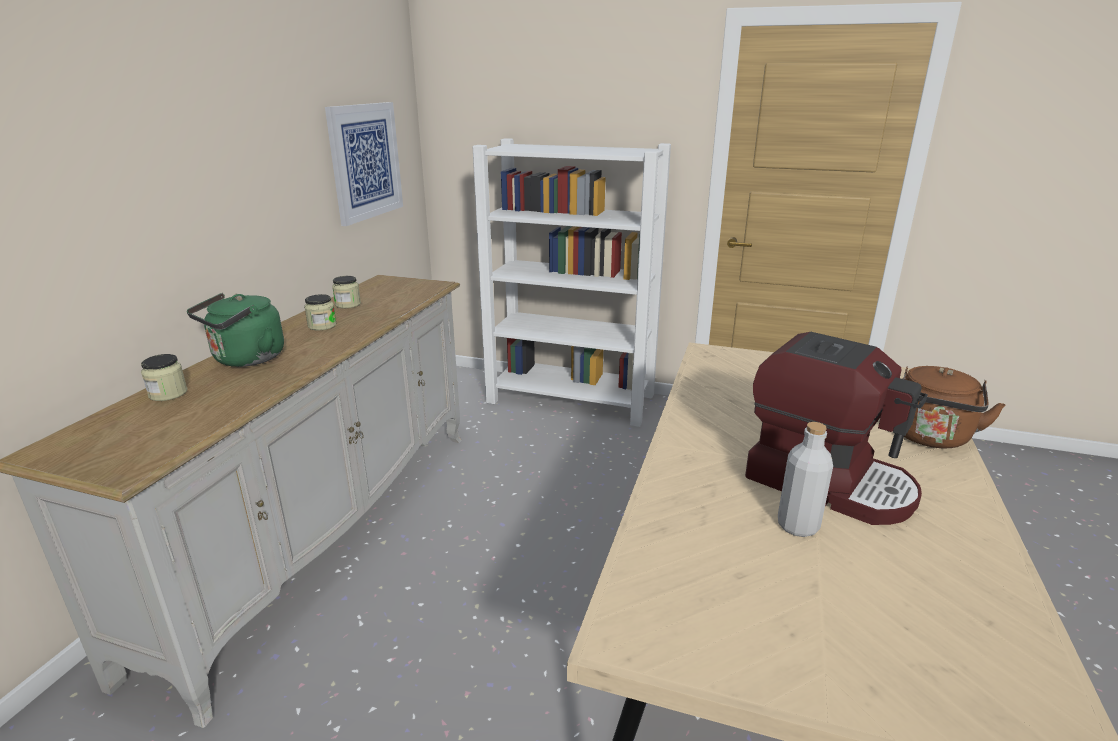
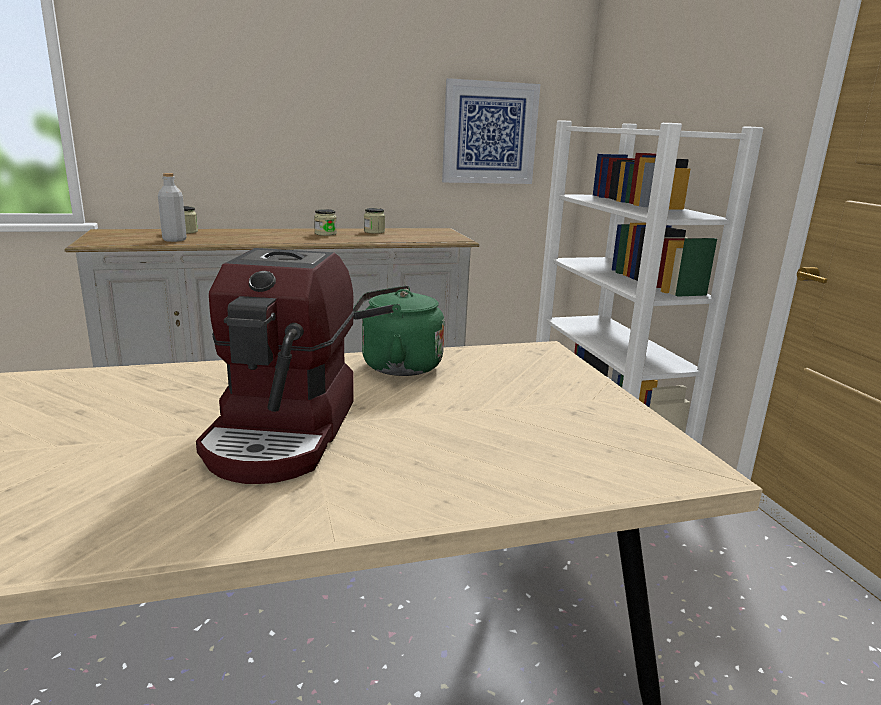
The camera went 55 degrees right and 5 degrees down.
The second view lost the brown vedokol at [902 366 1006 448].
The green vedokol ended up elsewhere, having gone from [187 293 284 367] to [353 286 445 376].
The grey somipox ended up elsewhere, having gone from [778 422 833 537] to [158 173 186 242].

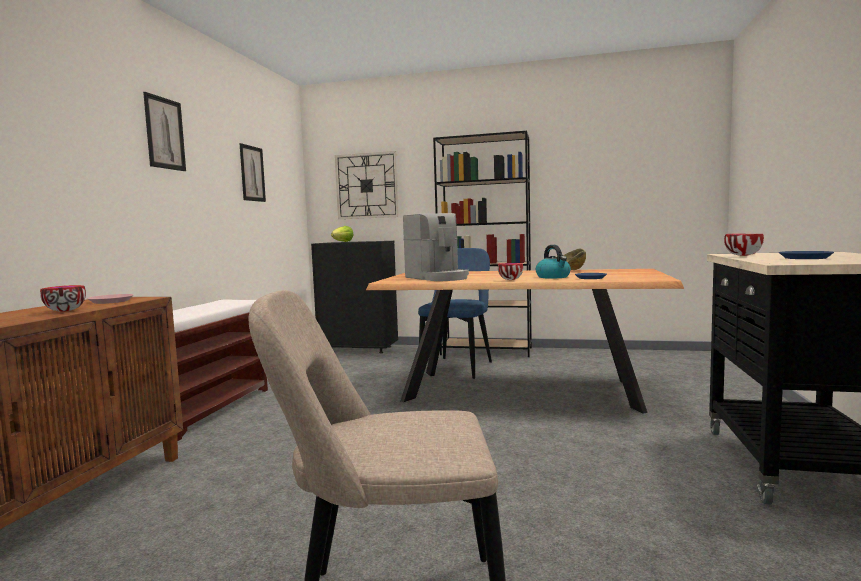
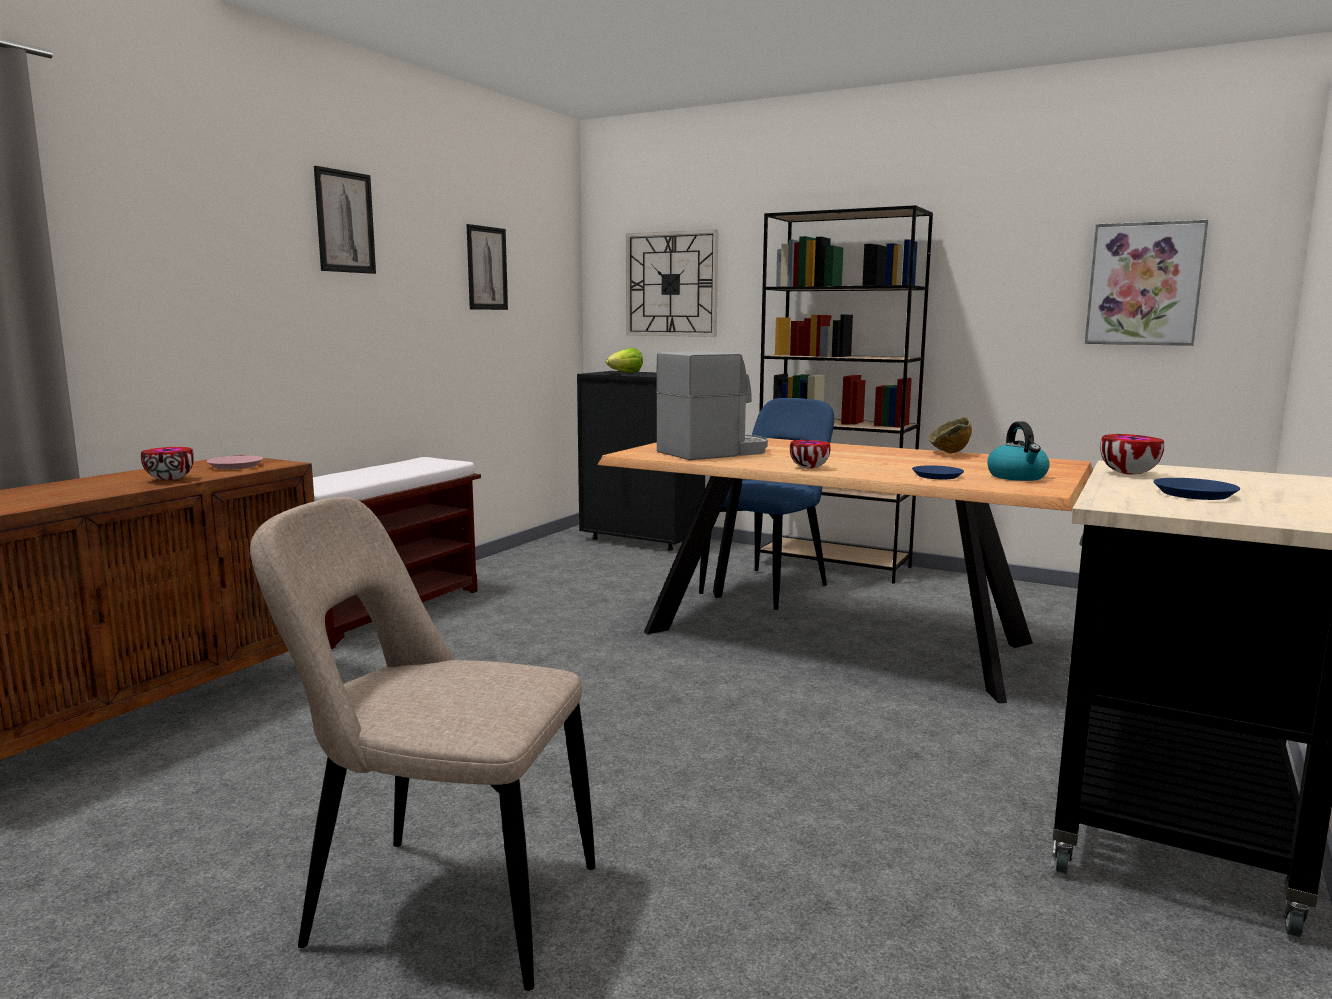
The camera went 15 degrees right and 5 degrees up.
The second view gained the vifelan at [1085 220 1208 346].
The vedokol ended up elsewhere, having gone from [536 245 571 279] to [987 421 1050 481].
The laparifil at [403 213 469 281] ended up facing another way, 105 degrees counterclockwise from before.

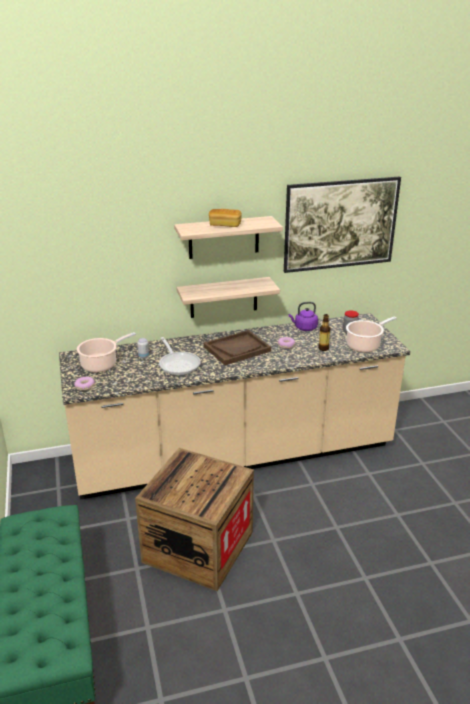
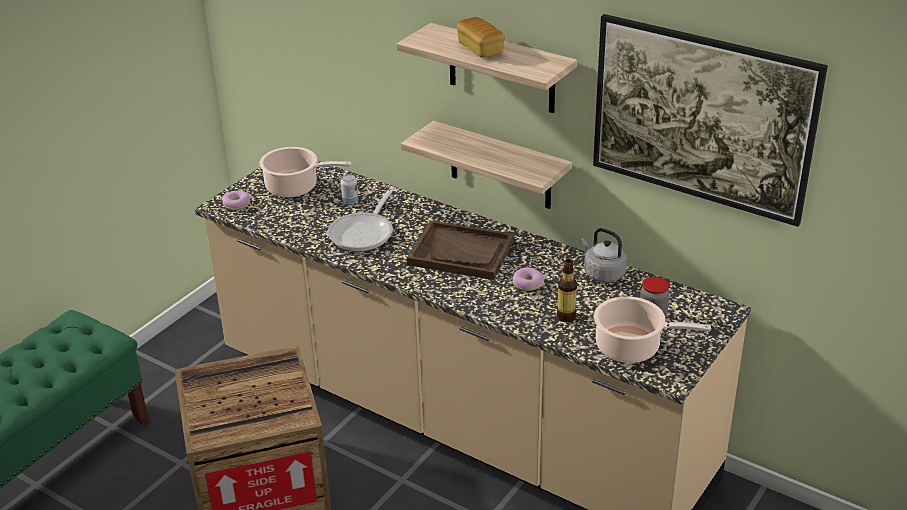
The camera went 50 degrees right and 5 degrees up.
What was the purple vedokol at [289 302 318 331] turned into the grey vedokol at [580 228 627 283].

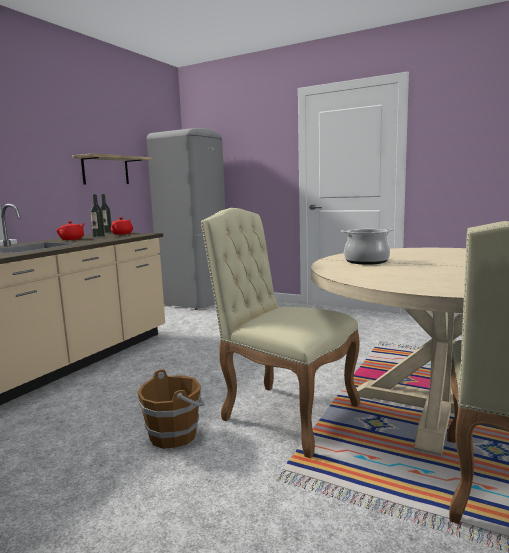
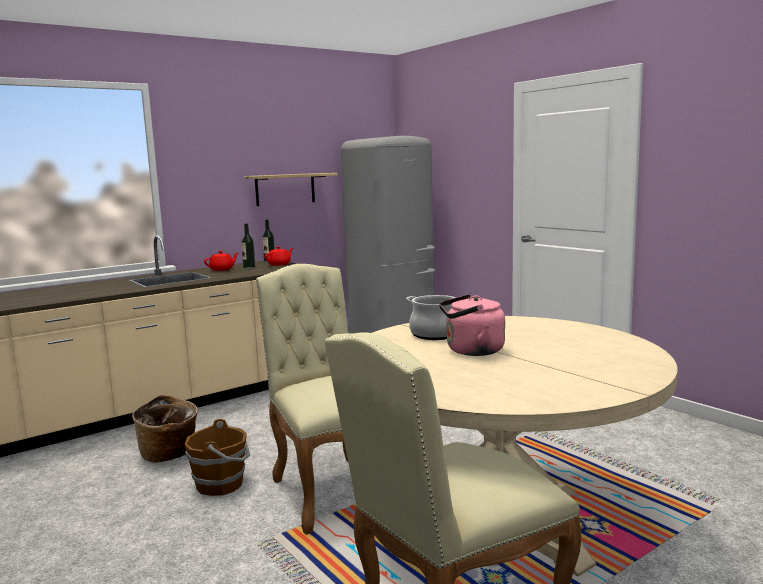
The camera went 25 degrees right and 0 degrees up.
The second view gained the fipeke at [132 395 198 463].
The second view gained the pink vedokol at [439 294 505 356].

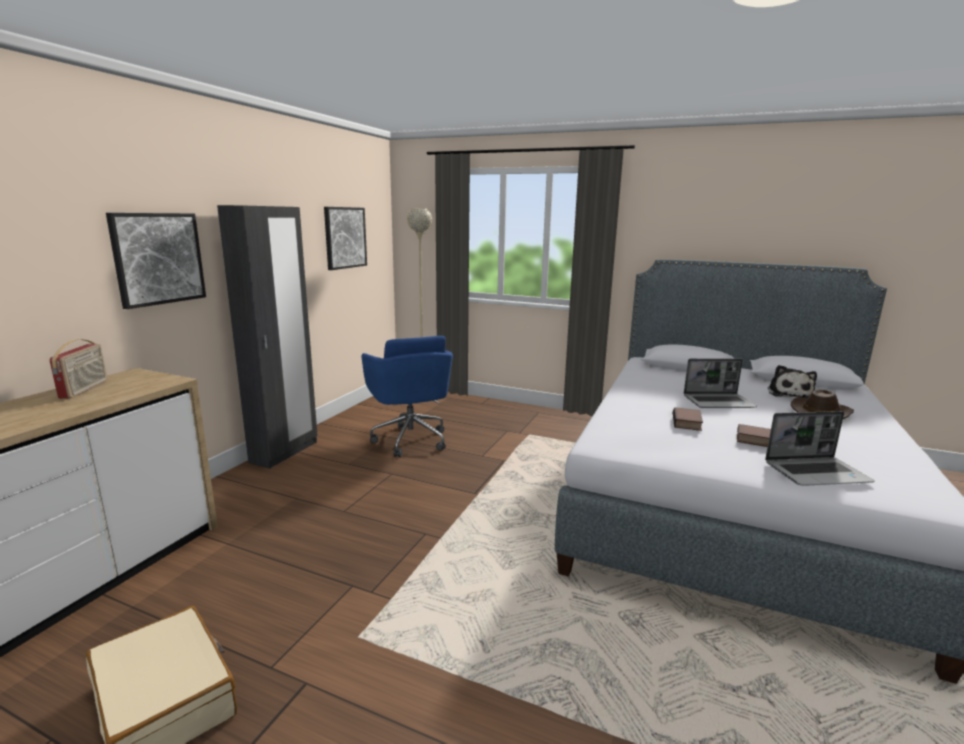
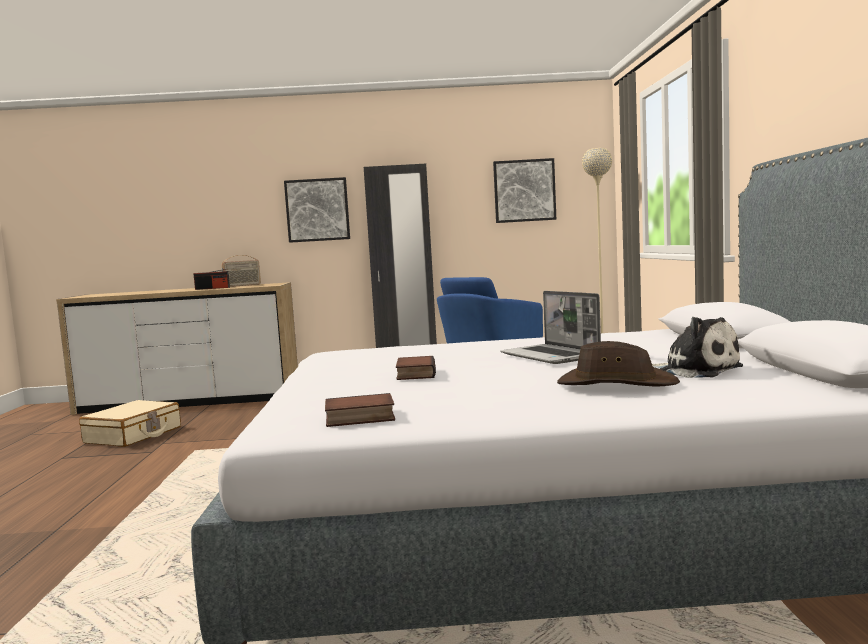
The camera went 65 degrees right and 10 degrees down.
The second view lost the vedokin at [765 411 874 486].
The second view gained the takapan at [193 269 230 290].
The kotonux ended up elsewhere, having gone from [673 407 703 431] to [325 393 395 427].
The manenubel at [768 365 817 398] ended up facing another way, 120 degrees counterclockwise from before.

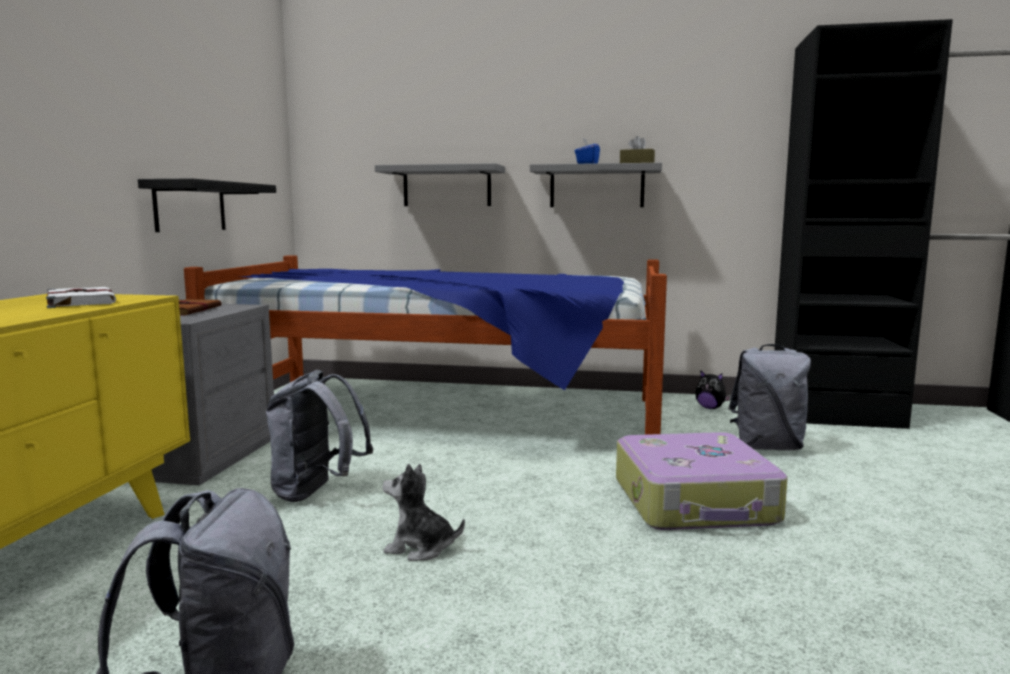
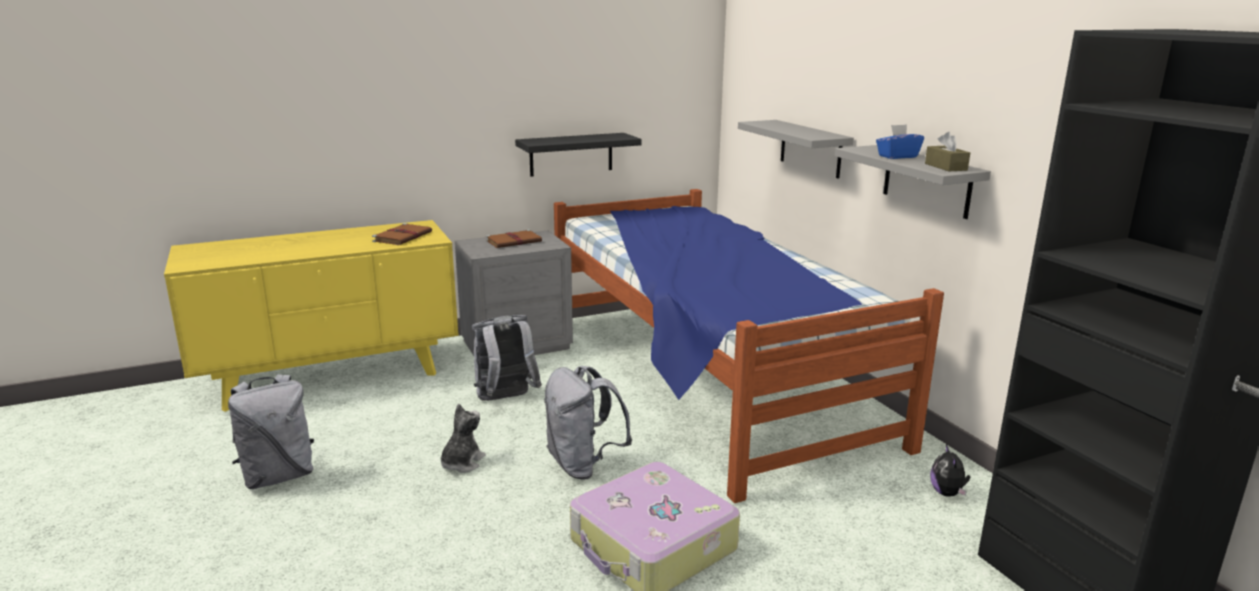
The camera went 55 degrees right and 10 degrees up.
The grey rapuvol ended up elsewhere, having gone from [728 344 811 450] to [544 366 632 480].
What was the white kotonux at [46 287 116 308] turned into the brown kotonux at [372 223 432 245].
The manenubel at [382 464 465 561] ended up facing another way, 45 degrees clockwise from before.

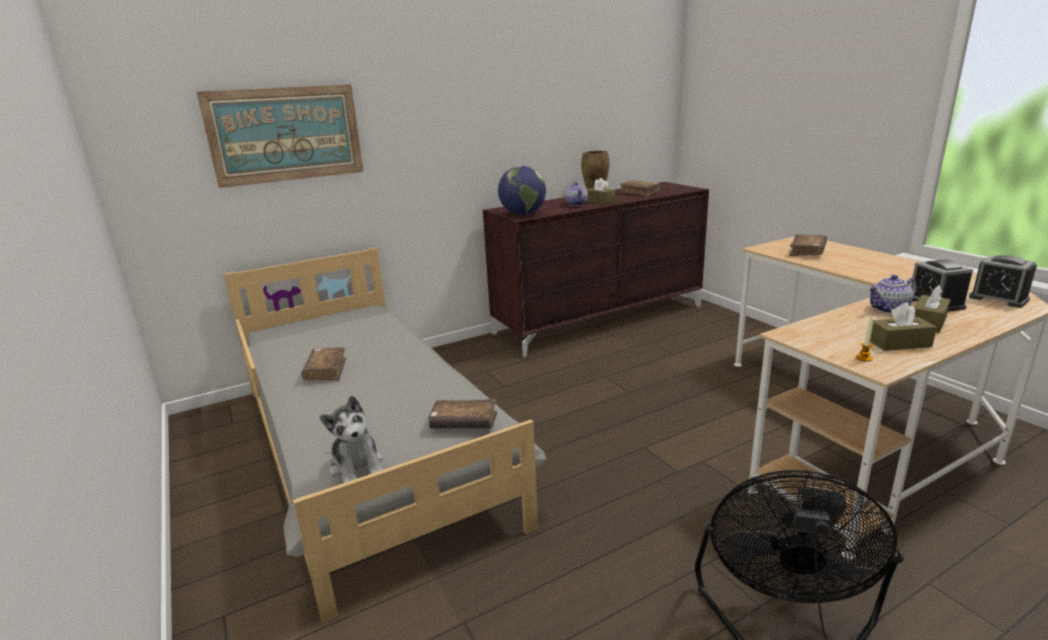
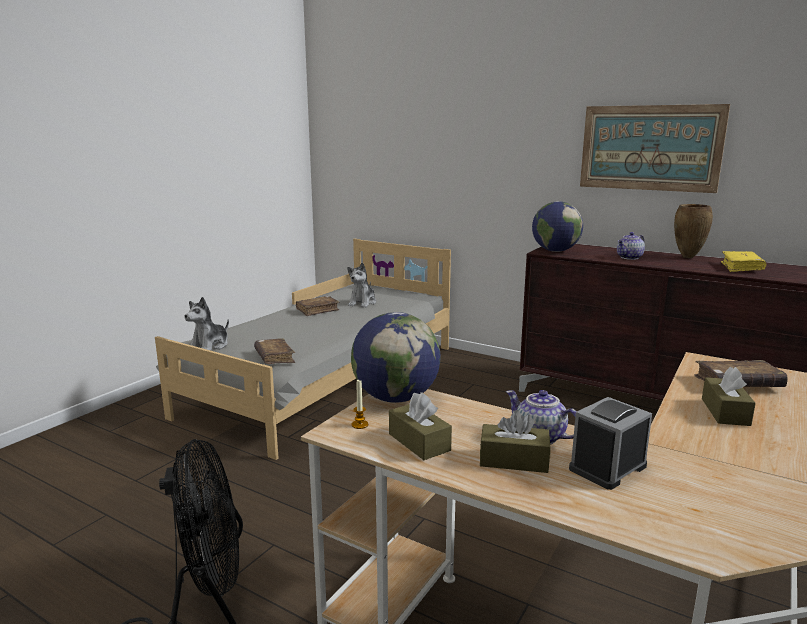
The camera went 60 degrees right and 5 degrees down.
The second view lost the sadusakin at [969 255 1037 308].
The second view gained the manenubel at [347 262 376 308].
The second view gained the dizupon at [351 312 441 403].
The vifelan ended up elsewhere, having gone from [197 84 364 188] to [580 104 730 193].
The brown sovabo ended up elsewhere, having gone from [586 178 615 204] to [702 367 756 426].
What was the brown kotonux at [619 180 661 196] turned into the yellow kotonux at [721 251 766 272].

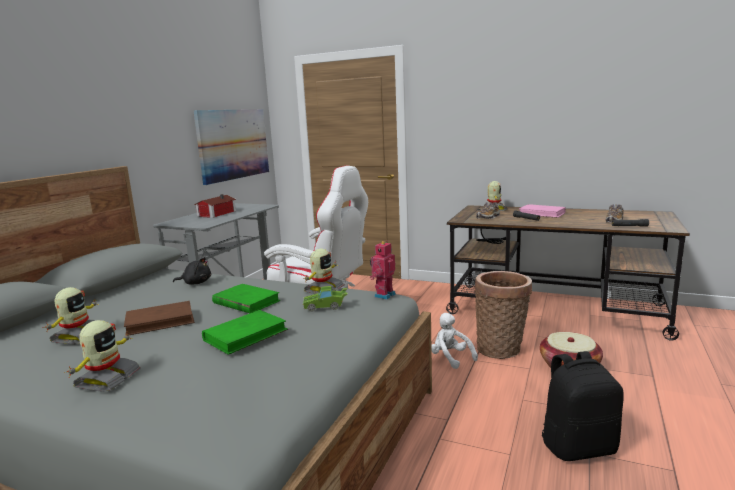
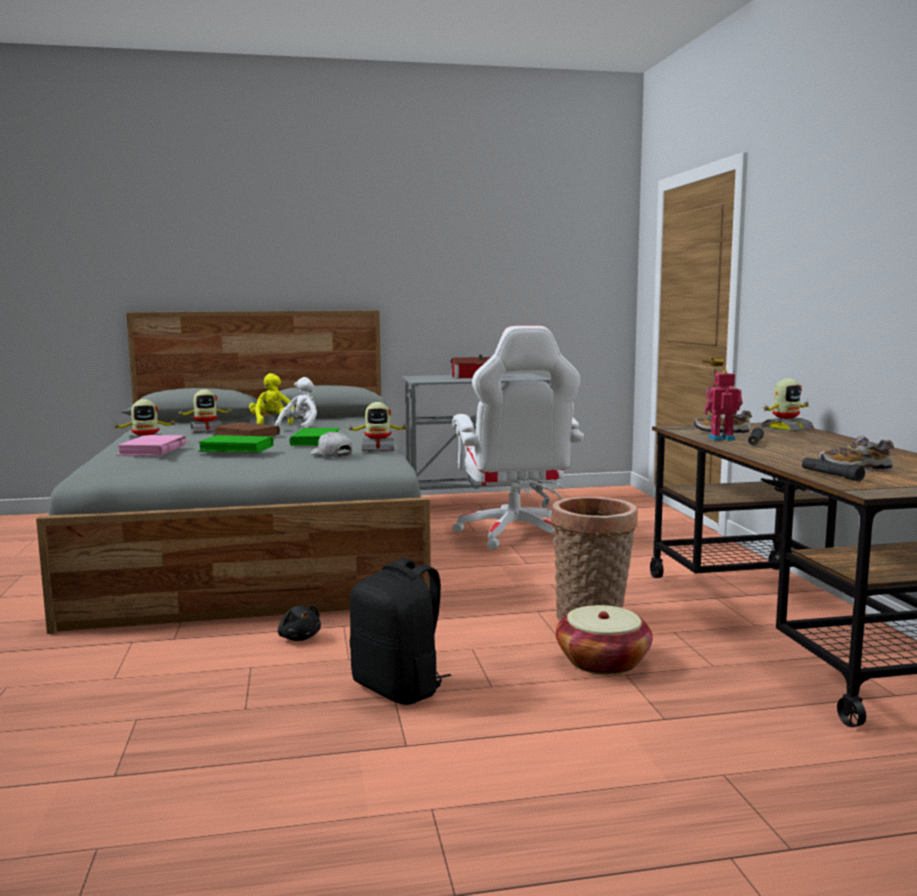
The camera went 55 degrees right and 5 degrees down.
The second view lost the vifelan at [193 109 269 185].
The second view gained the yellow manenubel at [249 373 295 425].
The black manenubel ended up elsewhere, having gone from [173 257 211 285] to [278 605 321 641].
The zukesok ended up elsewhere, having gone from [370 241 396 300] to [704 370 743 441].
The white manenubel ended up elsewhere, having gone from [431 313 478 369] to [275 377 317 429].
The pink kotonux ended up elsewhere, having gone from [519 204 566 218] to [116 435 186 456].
Where the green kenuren stood at [303 286 348 312], the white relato came to stand at [310 431 352 457].

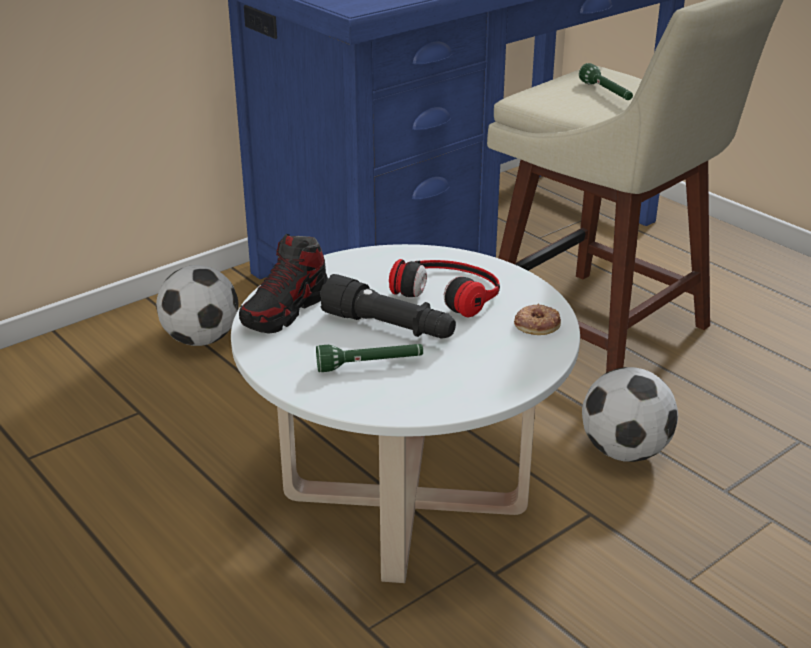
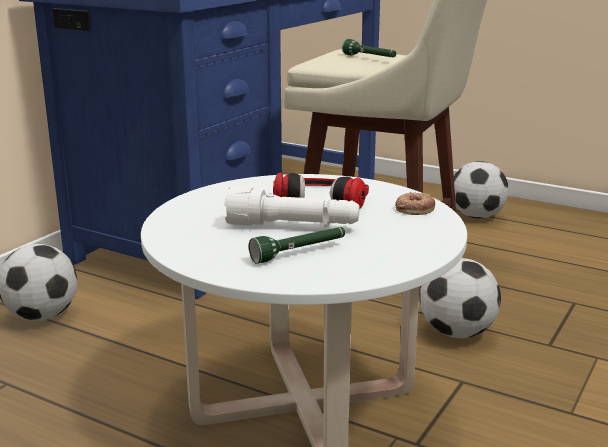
The camera went 20 degrees left and 10 degrees down.
The second view lost the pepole at [239 234 328 334].
The second view gained the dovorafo at [454 161 509 219].
What was the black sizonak at [320 274 456 339] turned into the white sizonak at [225 187 360 227].

